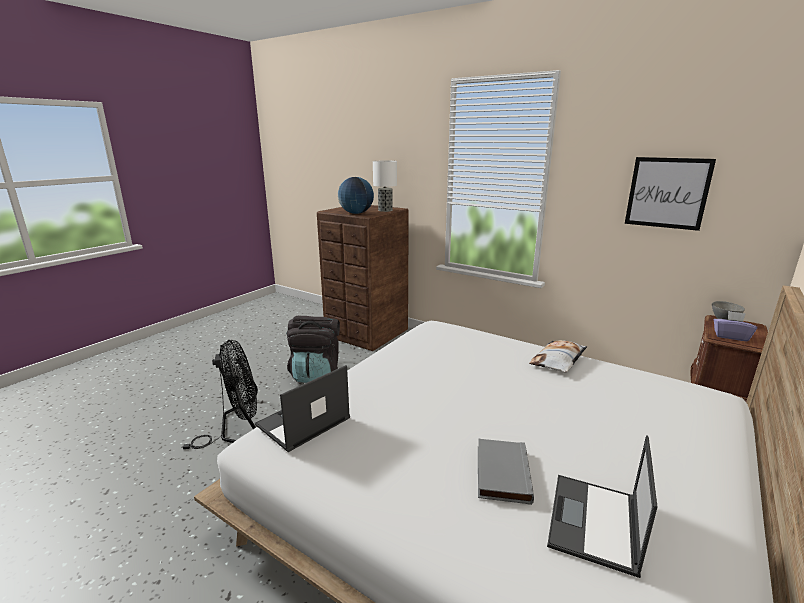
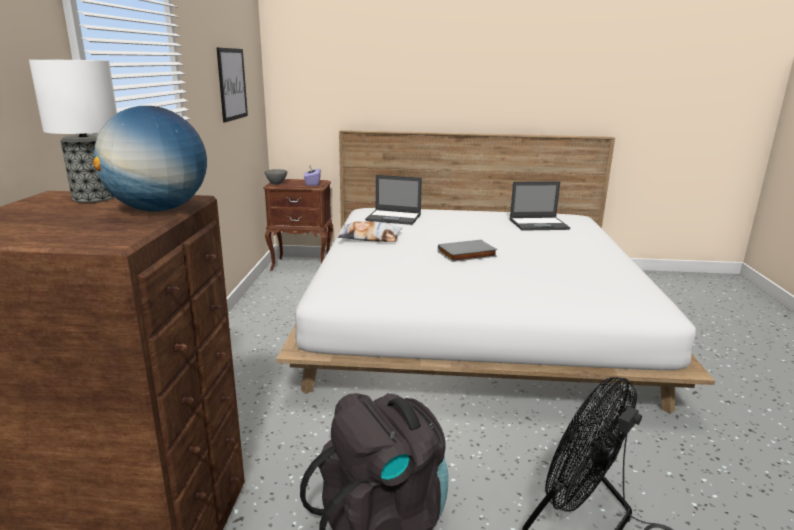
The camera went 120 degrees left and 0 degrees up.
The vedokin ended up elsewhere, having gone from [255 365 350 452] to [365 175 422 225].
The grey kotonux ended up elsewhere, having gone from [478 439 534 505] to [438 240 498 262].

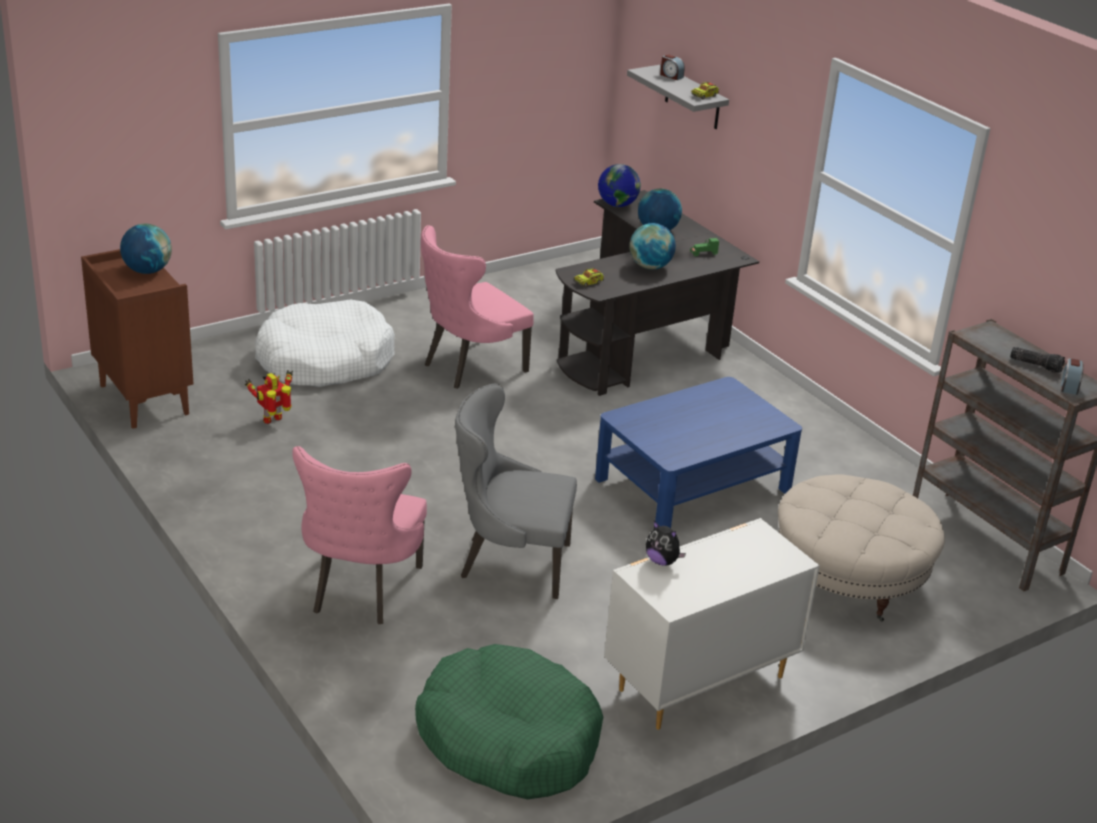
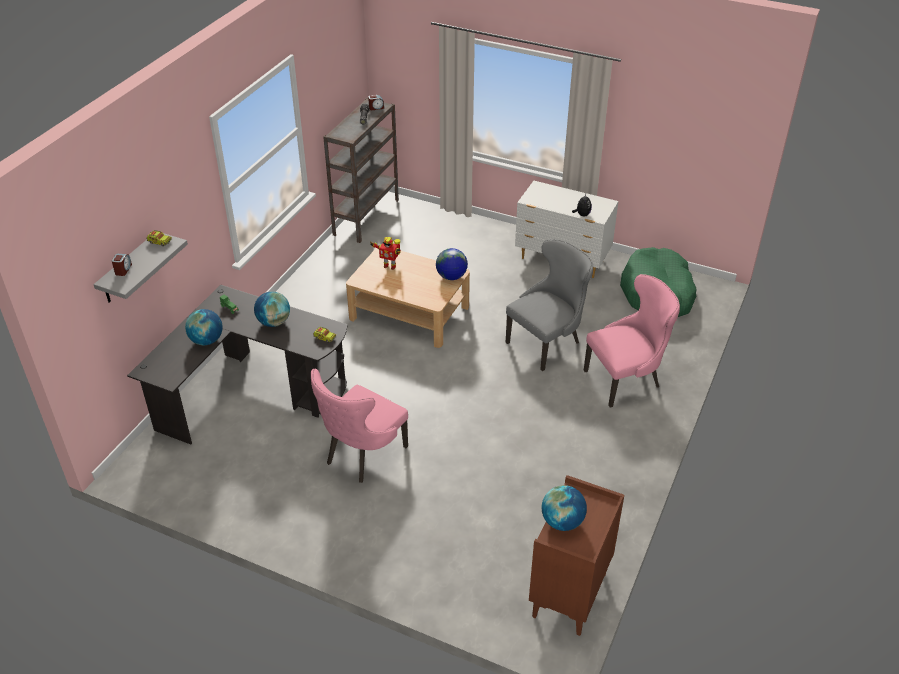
The camera went 120 degrees left and 10 degrees up.
The second view lost the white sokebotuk at [255 299 395 387].
The second view lost the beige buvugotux at [778 474 945 621].
The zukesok ended up elsewhere, having gone from [245 370 293 424] to [370 237 401 270].
The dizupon ended up elsewhere, having gone from [598 164 641 207] to [436 248 468 280].
What was the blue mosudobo at [595 377 802 528] turned into the beige mosudobo at [346 248 470 348].
The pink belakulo at [421 225 534 389] ended up facing another way, 105 degrees clockwise from before.
The grey belakulo at [455 384 577 599] ended up facing another way, 105 degrees counterclockwise from before.

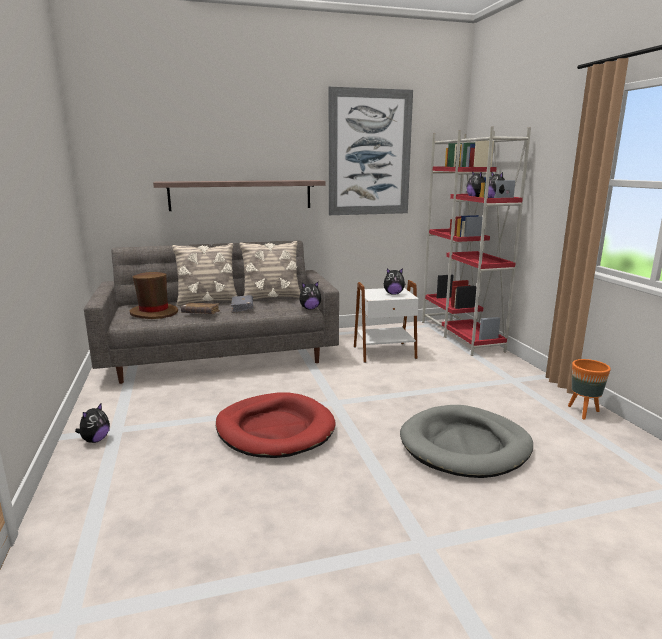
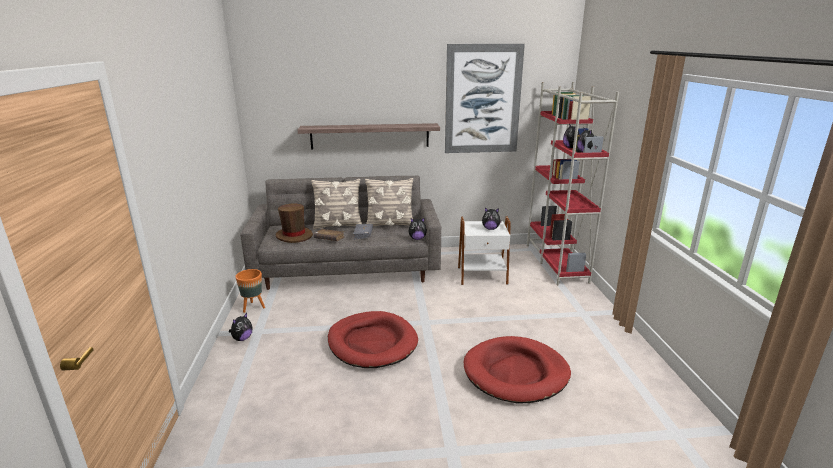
The camera went 10 degrees right and 5 degrees up.
The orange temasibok ended up elsewhere, having gone from [568 359 611 419] to [235 269 265 313].
What was the grey sokebotuk at [400 405 533 478] turned into the red sokebotuk at [464 336 571 403].

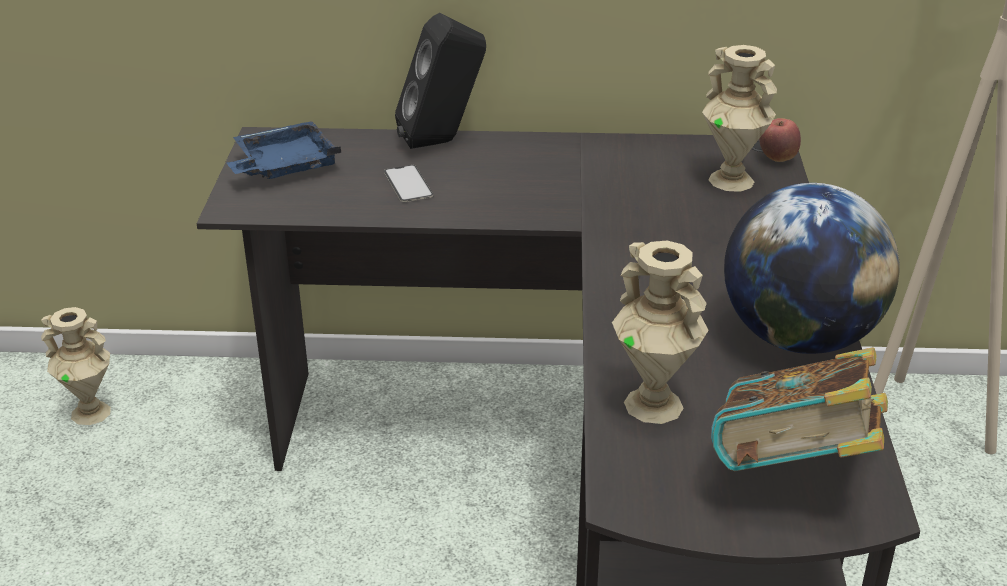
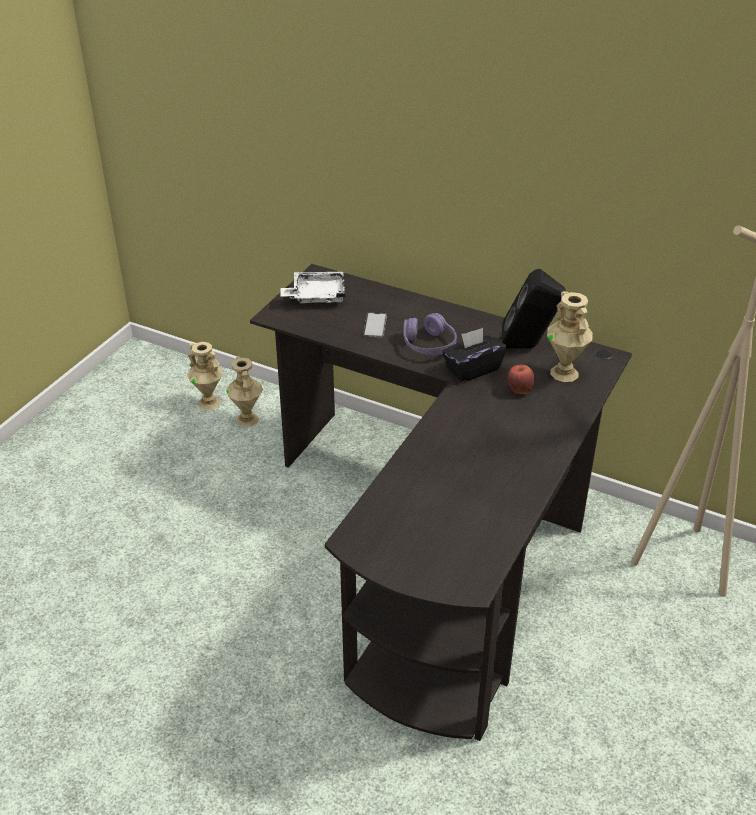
The camera went 25 degrees right and 5 degrees up.
The second view lost the kotonux at [711 347 888 471].
The second view lost the dizupon at [724 183 900 354].
The second view gained the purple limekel at [403 313 457 356].
The second view gained the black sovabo at [442 328 507 382].
The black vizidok ended up elsewhere, having gone from [395 13 486 149] to [499 269 566 348].
The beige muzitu ended up elsewhere, having gone from [612 241 709 424] to [226 356 263 427].
The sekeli ended up elsewhere, having gone from [759 118 801 162] to [508 365 535 394].
What was the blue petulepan at [227 121 341 179] turned into the white petulepan at [280 272 346 303].

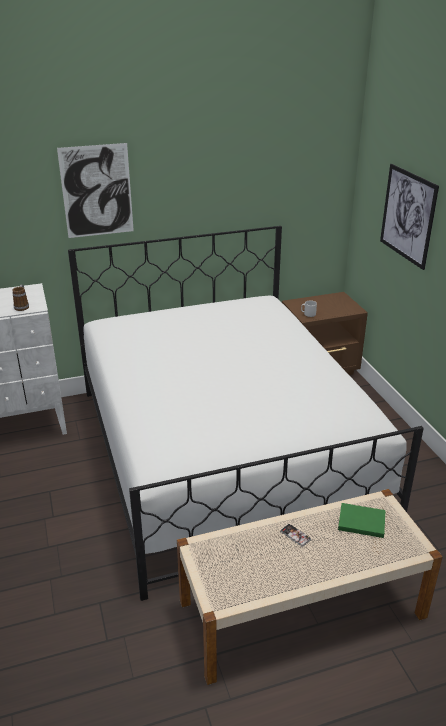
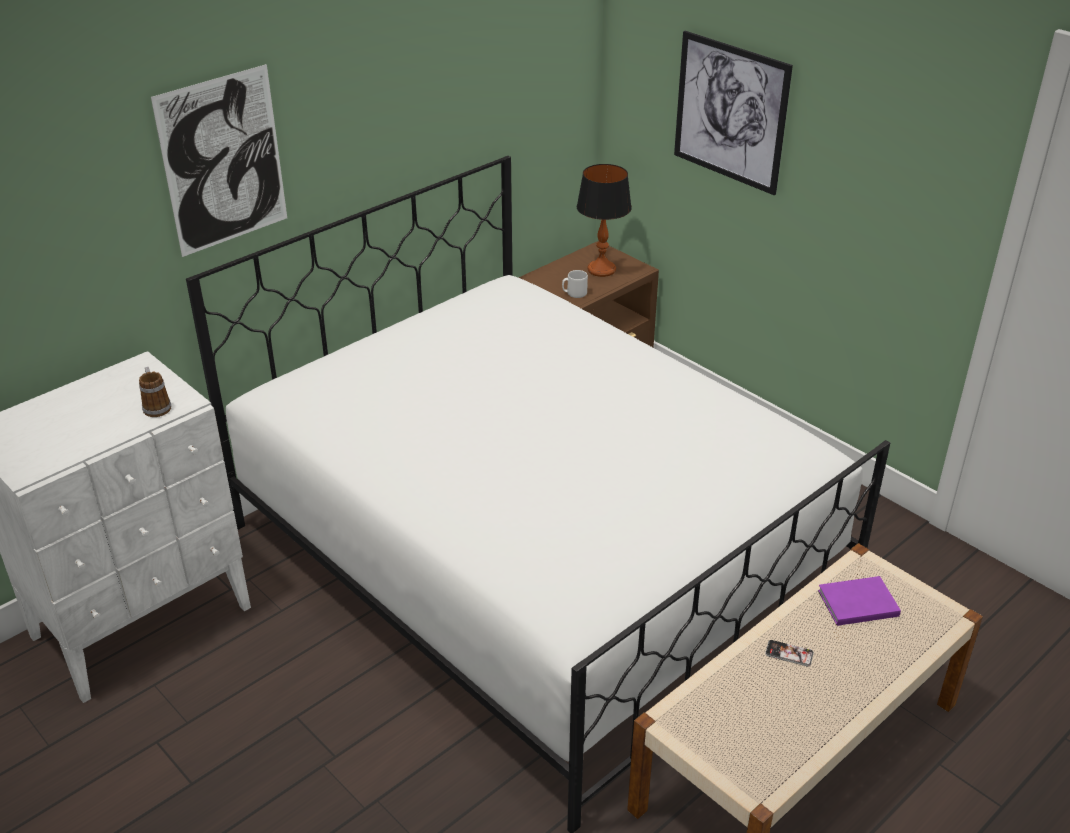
The camera went 25 degrees left and 5 degrees up.
The second view gained the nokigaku at [577 164 632 277].
What was the green kotonux at [338 503 386 538] turned into the purple kotonux at [818 576 901 626].

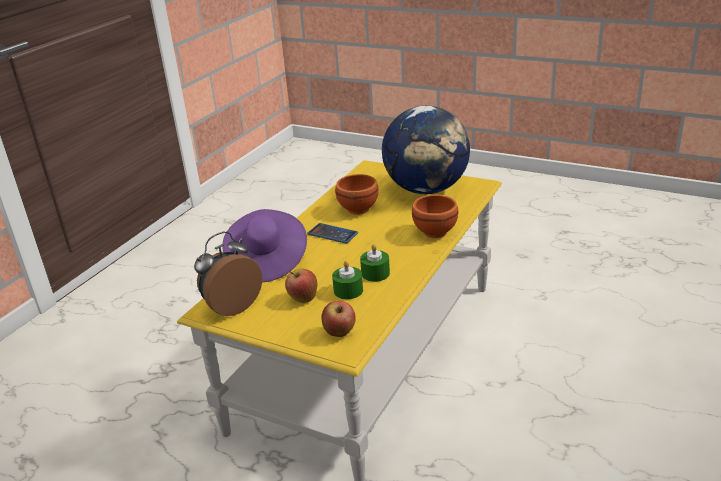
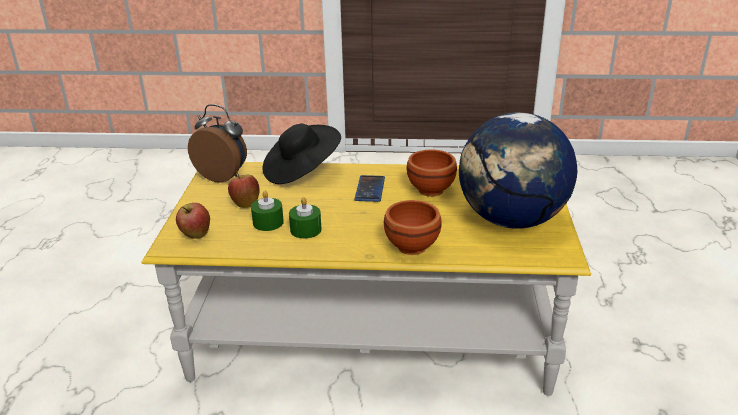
The camera went 65 degrees right and 0 degrees up.
What was the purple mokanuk at [222 209 307 282] turned into the black mokanuk at [262 124 341 184].

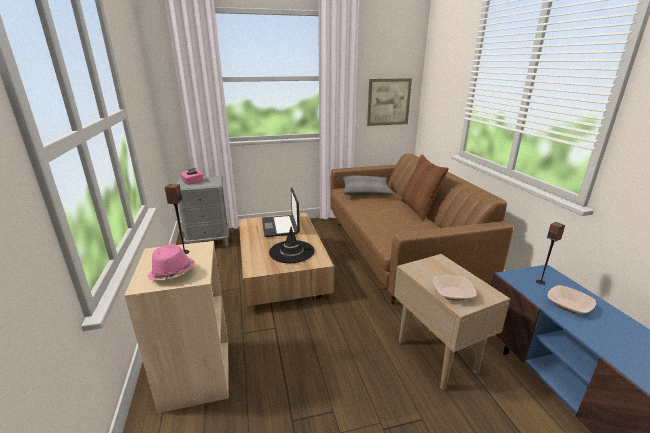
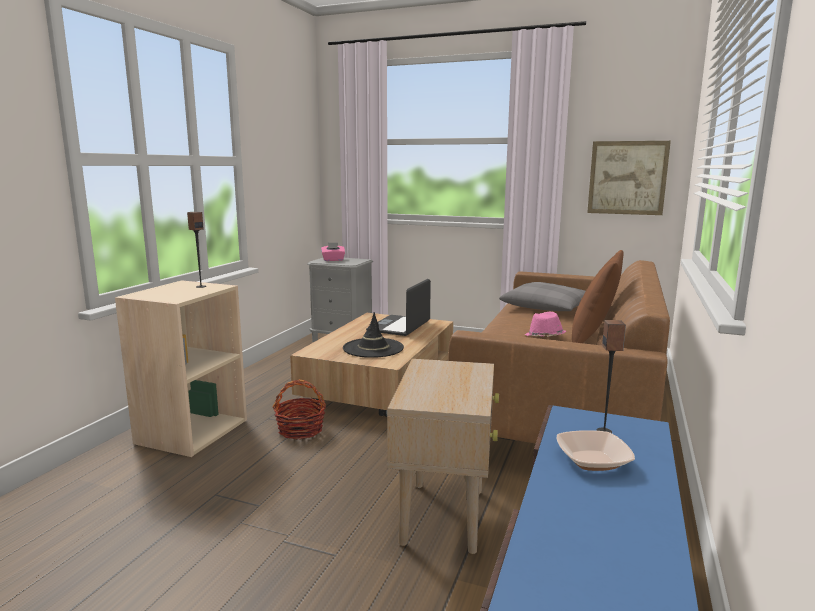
The camera went 35 degrees right and 10 degrees down.
The second view lost the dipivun at [433 275 476 301].
The second view gained the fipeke at [273 380 326 440].
The pink mokanuk ended up elsewhere, having gone from [147 244 195 280] to [524 312 566 337].

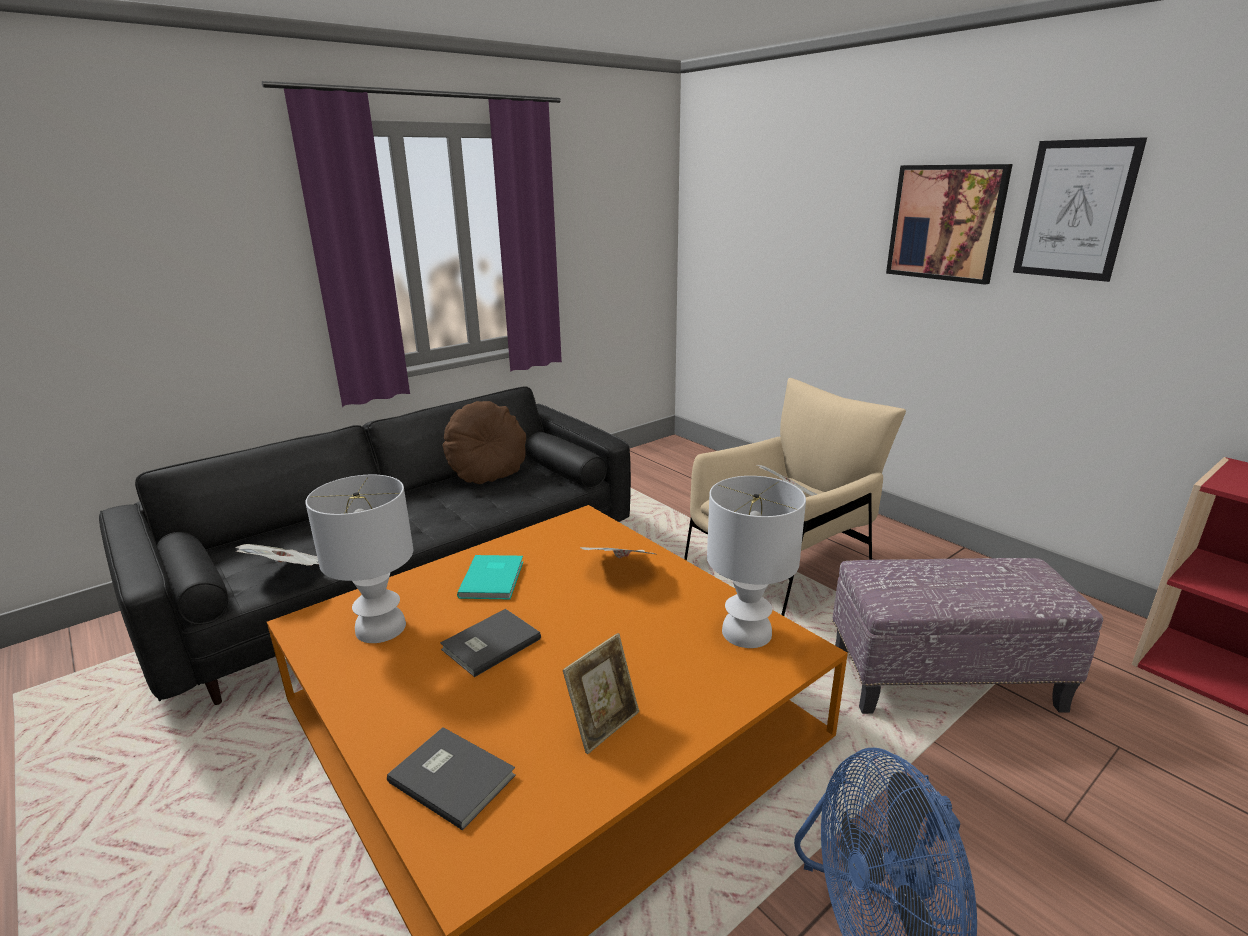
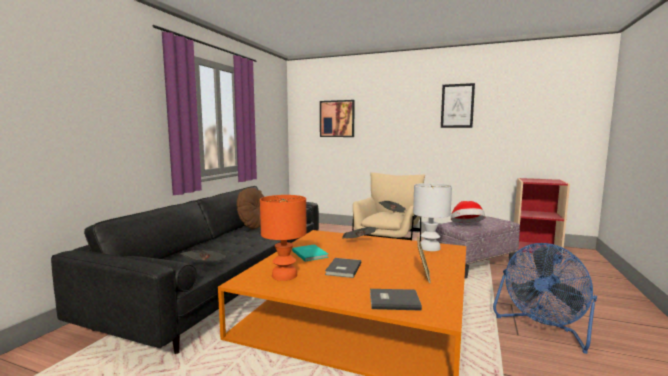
The camera went 30 degrees left and 15 degrees down.
The second view gained the mokanuk at [451 201 485 223].
The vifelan ended up elsewhere, having gone from [886 164 1013 285] to [320 100 355 137].
What was the white nokigaku at [305 475 413 643] turned into the orange nokigaku at [260 195 307 281].

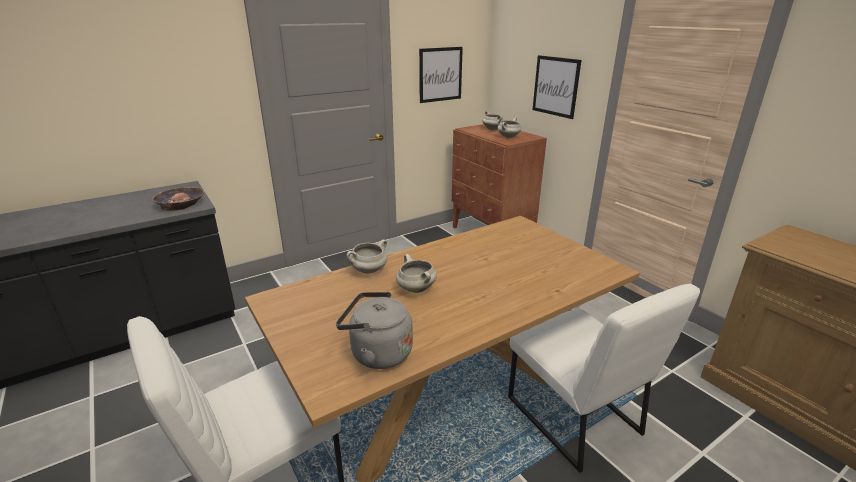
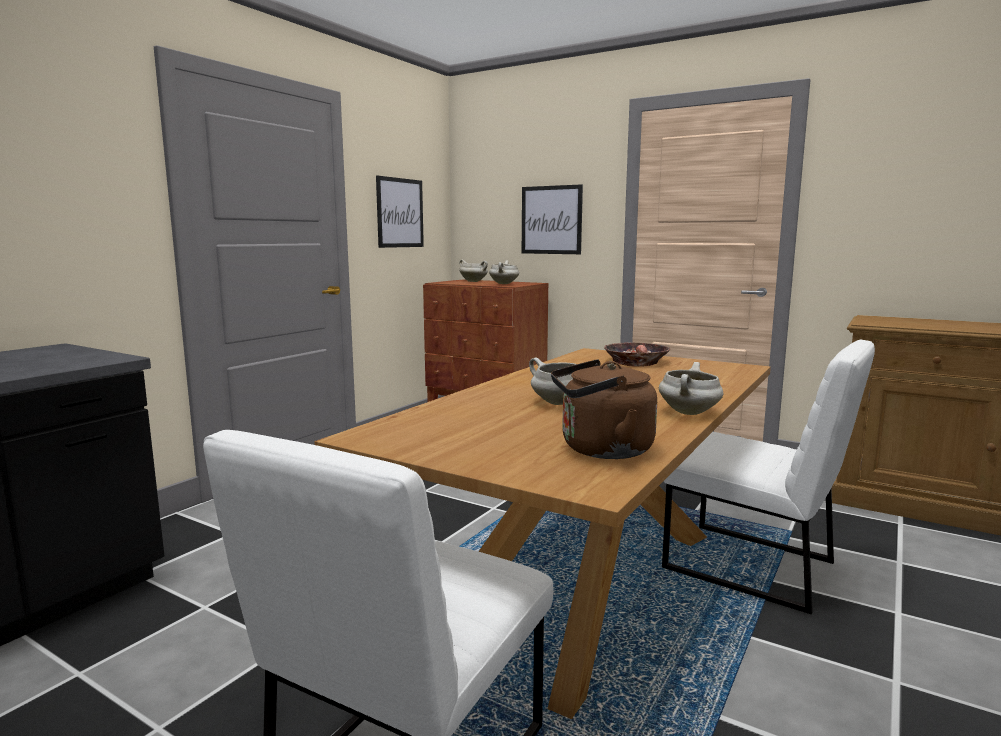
The camera went 25 degrees left and 15 degrees down.
The dipivun ended up elsewhere, having gone from [152 187 204 211] to [604 342 670 367].
The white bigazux ended up elsewhere, having gone from [346 239 387 274] to [659 362 724 415].
What was the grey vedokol at [336 292 413 369] turned into the brown vedokol at [551 359 657 459].

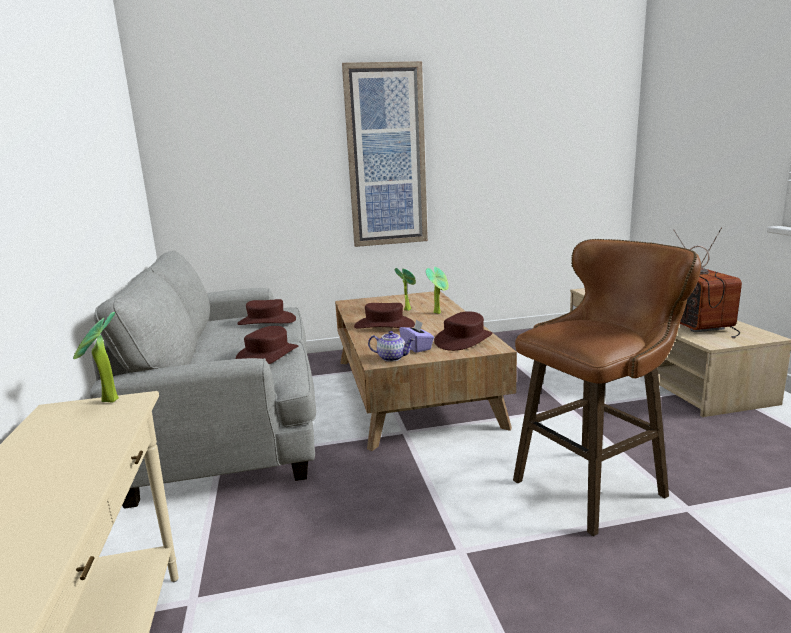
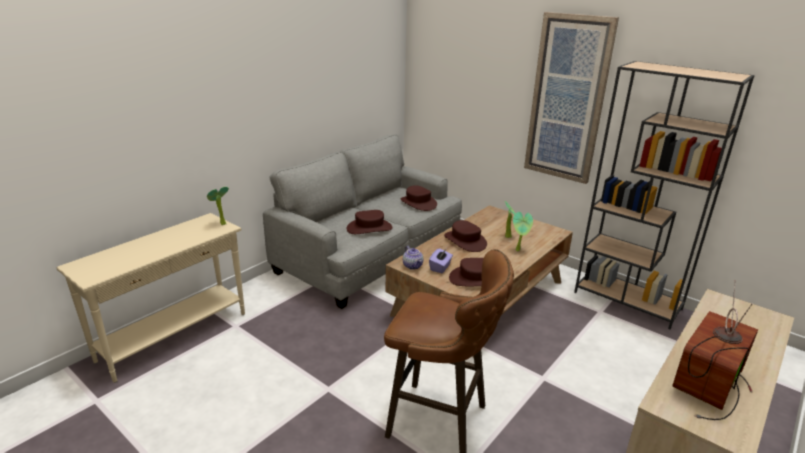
The camera went 50 degrees right and 10 degrees up.
The second view gained the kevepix at [574 61 754 329].

